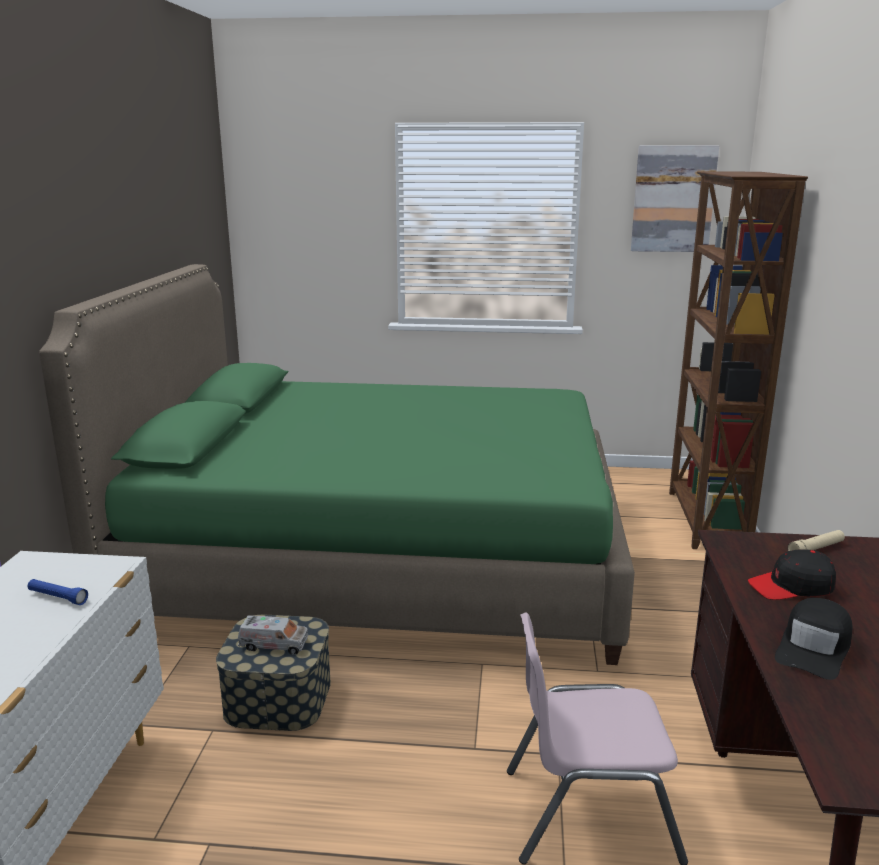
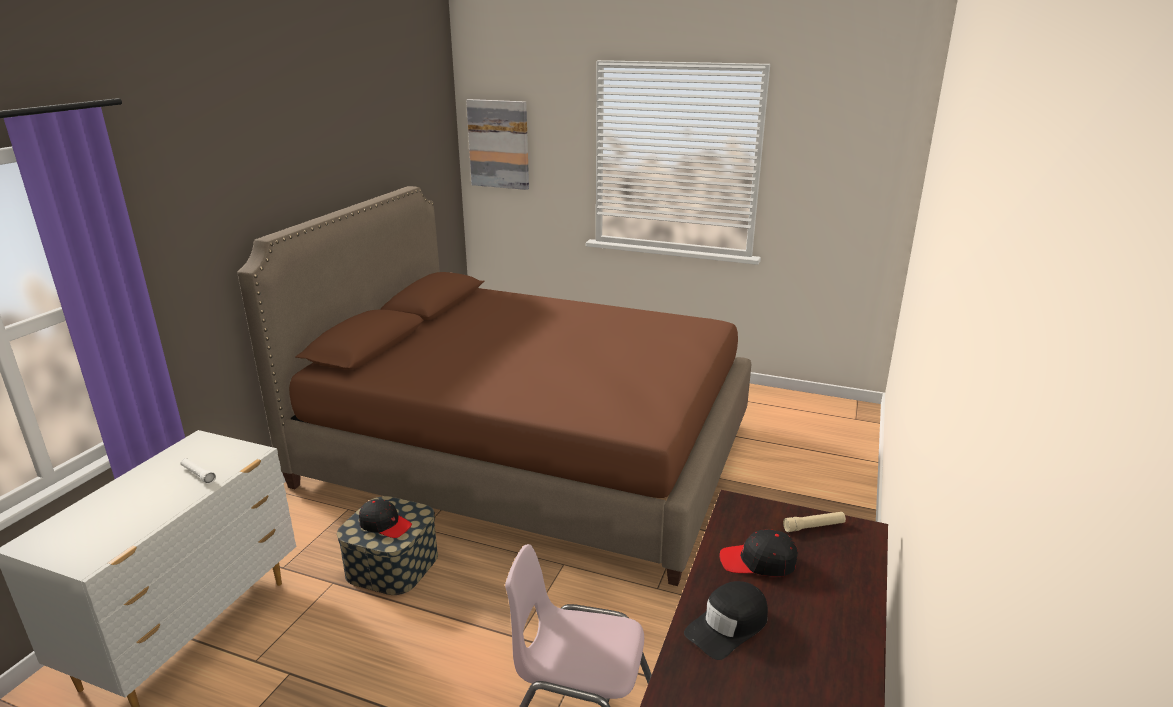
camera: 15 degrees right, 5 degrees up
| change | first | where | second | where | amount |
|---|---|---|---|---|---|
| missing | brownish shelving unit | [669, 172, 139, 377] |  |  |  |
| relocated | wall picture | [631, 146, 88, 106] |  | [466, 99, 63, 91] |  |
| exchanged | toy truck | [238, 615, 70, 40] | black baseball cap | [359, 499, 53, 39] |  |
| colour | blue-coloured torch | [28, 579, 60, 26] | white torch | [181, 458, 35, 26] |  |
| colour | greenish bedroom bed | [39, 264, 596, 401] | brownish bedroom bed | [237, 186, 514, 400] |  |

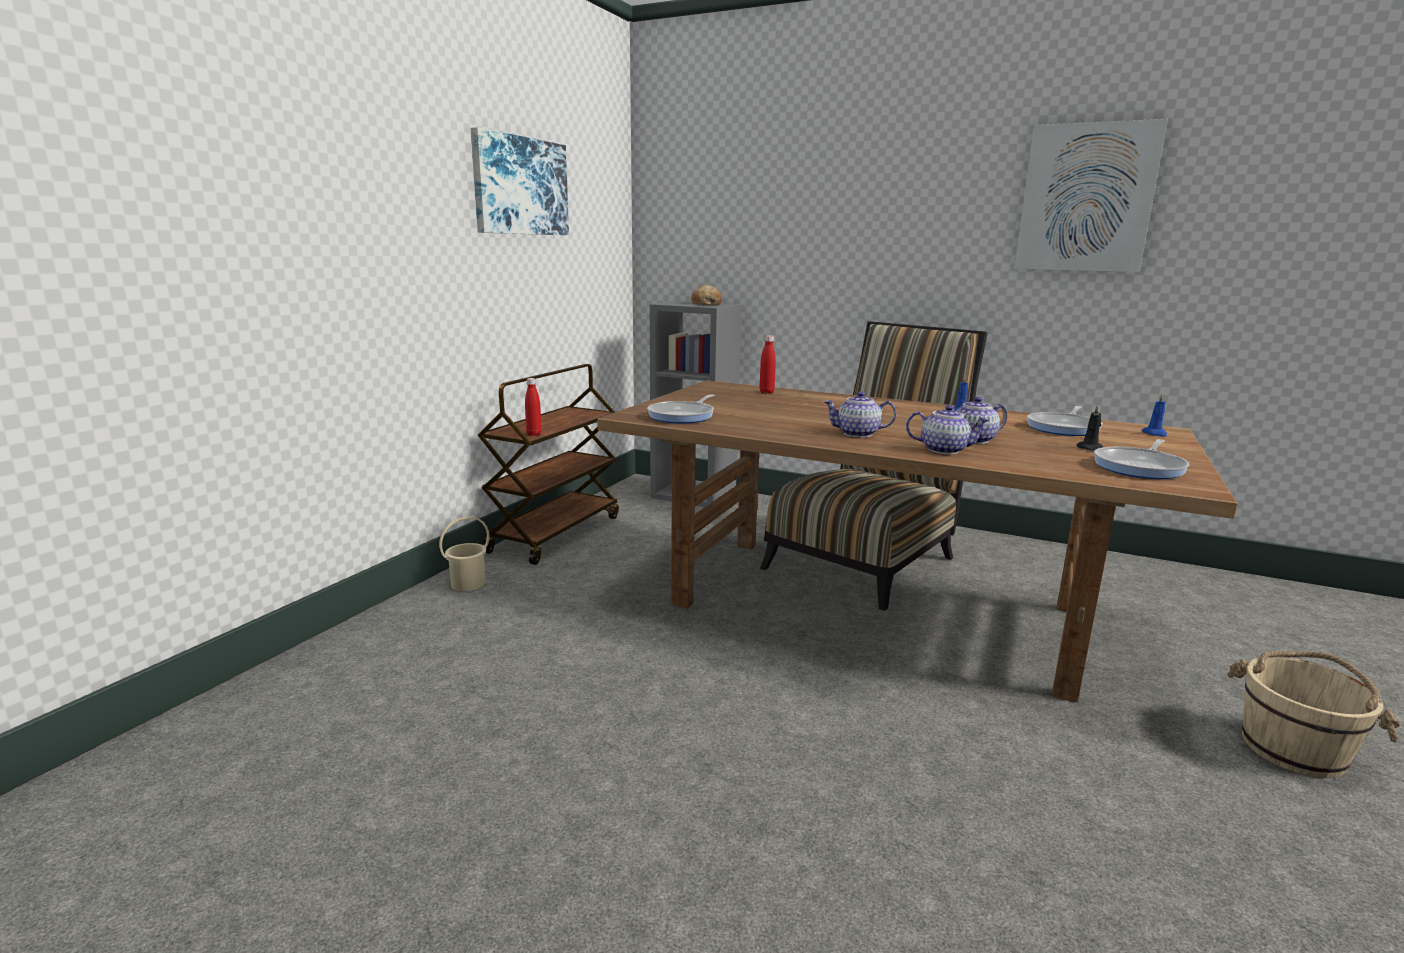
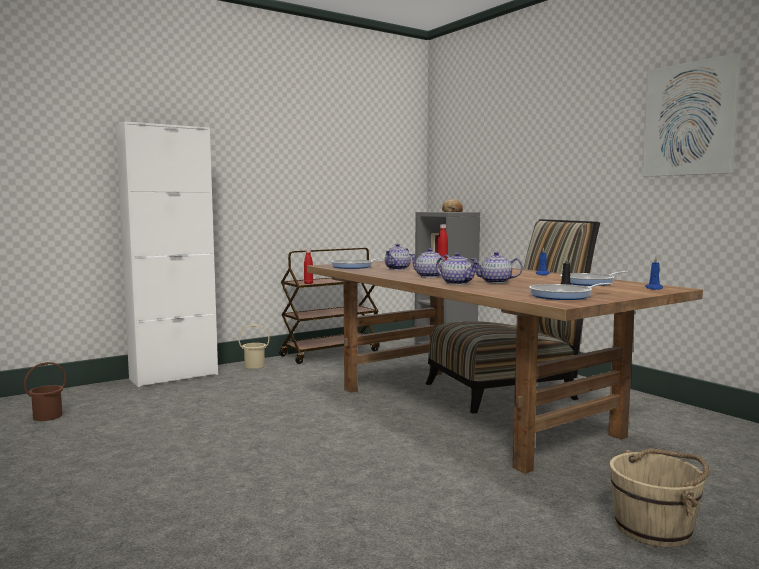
camera: 30 degrees right, 10 degrees down
| change | first | where | second | where | amount |
|---|---|---|---|---|---|
| missing | wall picture | [471, 127, 98, 108] |  |  |  |
| appeared |  |  | brownish water bucket | [24, 362, 42, 59] |  |
| appeared |  |  | white storage cabinet | [116, 121, 102, 266] |  |
| appeared |  |  | teapot | [385, 244, 26, 26] |  |

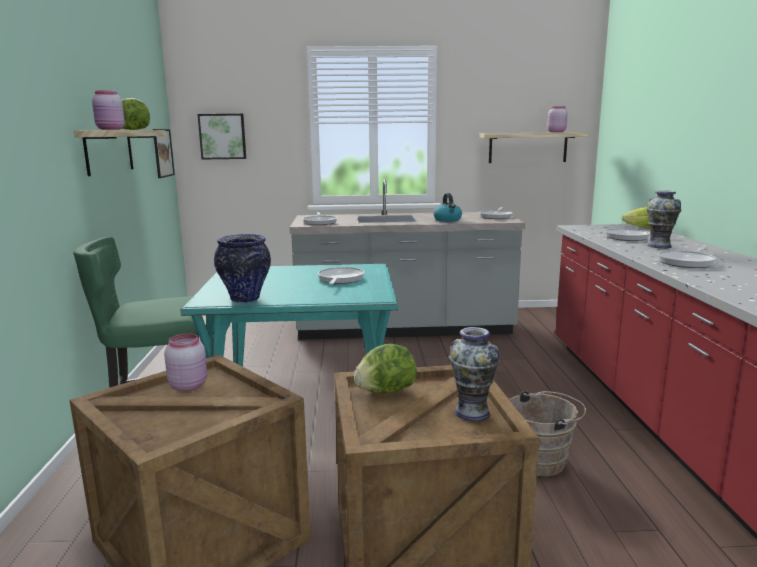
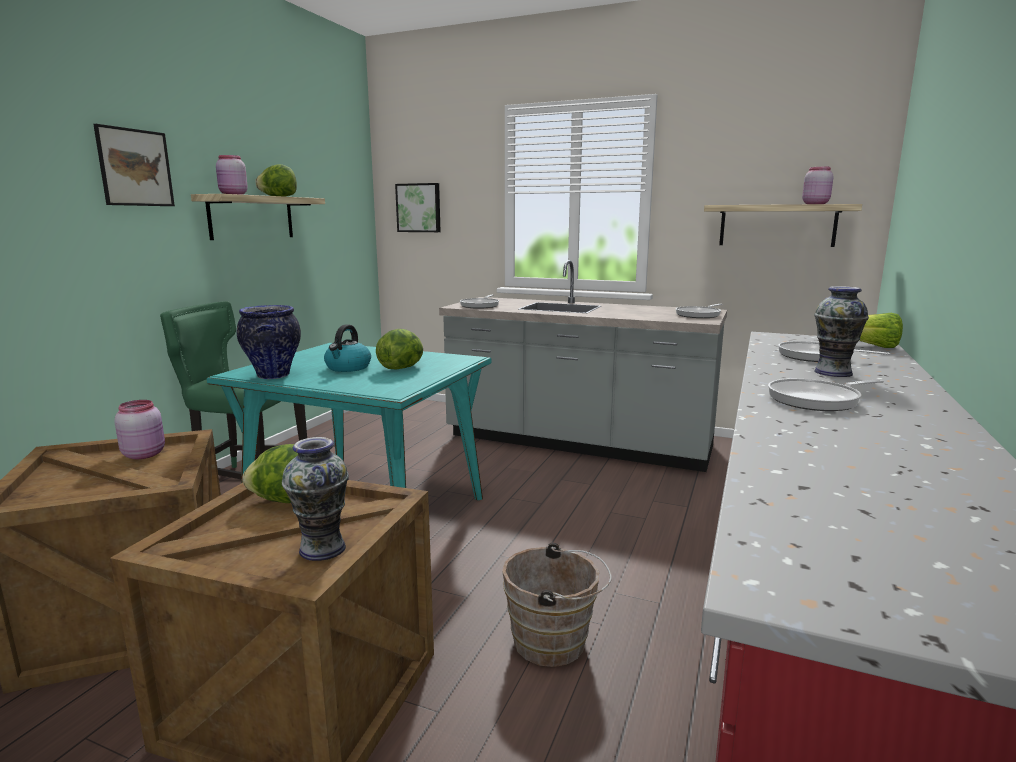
camera: 25 degrees right, 0 degrees up
| change | first | where | second | where | amount |
|---|---|---|---|---|---|
| relocated | wall picture | [153, 129, 22, 49] |  | [93, 124, 82, 82] |  |
| relocated | tea kettle | [433, 193, 29, 29] |  | [324, 324, 47, 48] |  |
| exchanged | pan | [318, 267, 46, 17] | head of lettuce | [376, 329, 47, 40] |  |

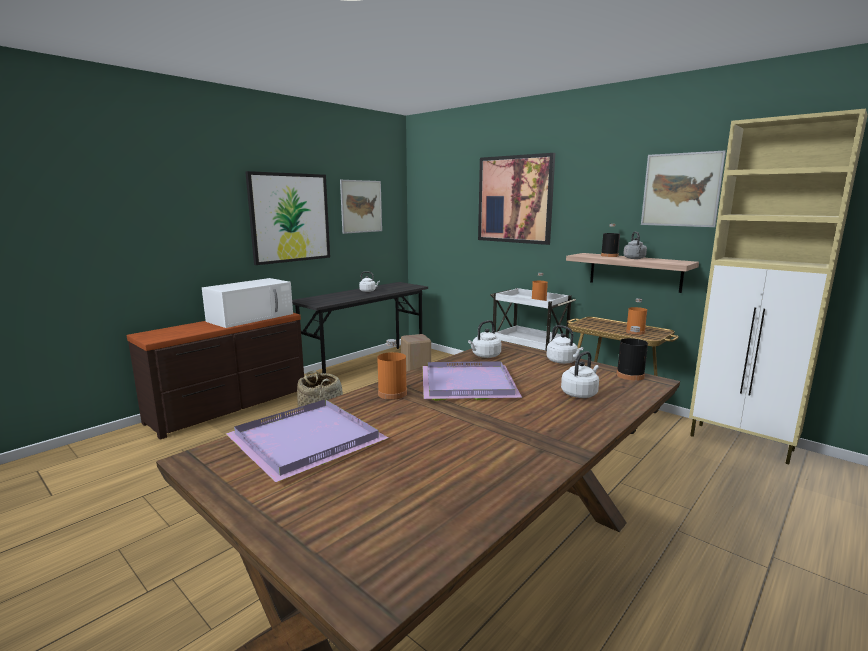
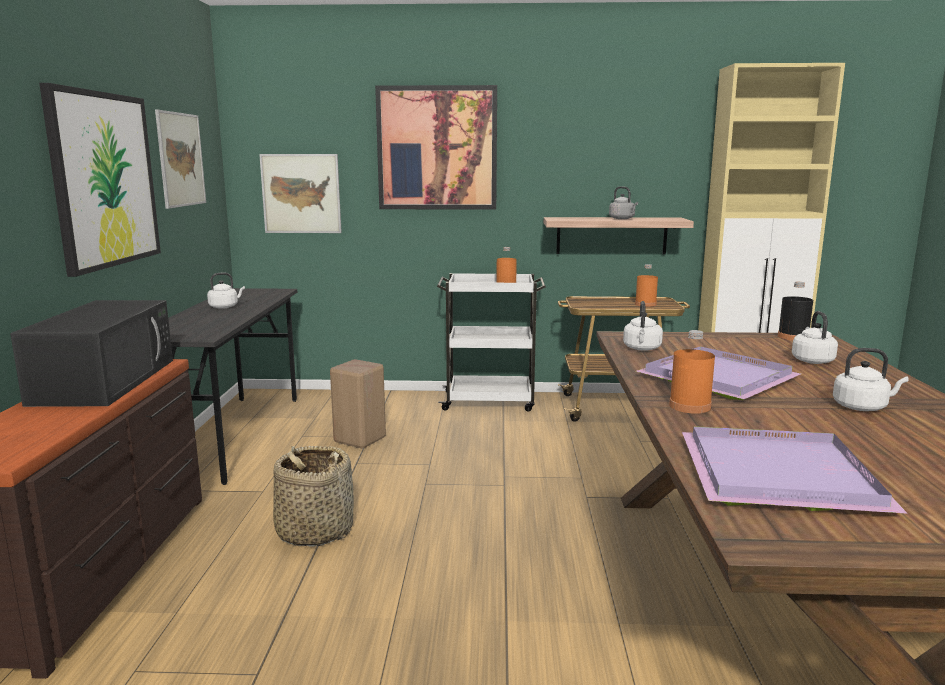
camera: 40 degrees left, 0 degrees up
| change | first | where | second | where | amount |
|---|---|---|---|---|---|
| missing | black drink bottle | [601, 224, 19, 33] |  |  |  |
| relocated | white tea kettle | [547, 325, 36, 39] |  | [833, 348, 76, 63] |  |
| relocated | wall picture | [641, 151, 85, 76] |  | [259, 154, 83, 79] |  |
| colour | white kitchen microwave | [202, 278, 91, 50] | black kitchen microwave | [10, 300, 163, 107] |  |

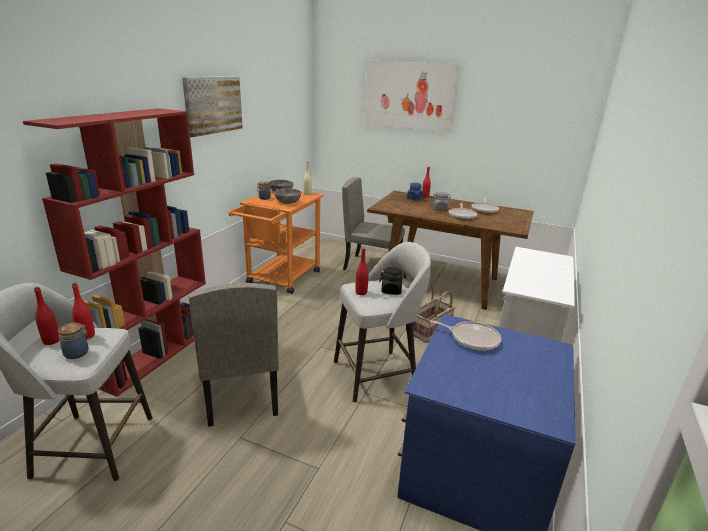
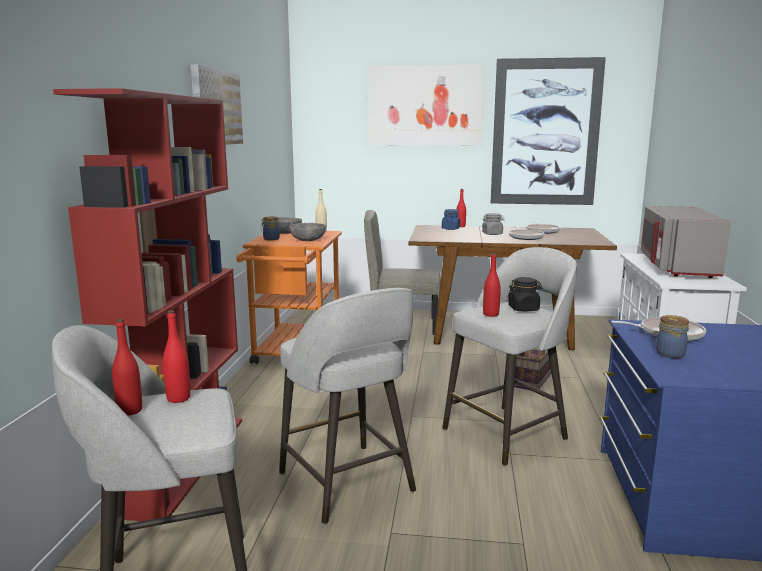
camera: 15 degrees left, 10 degrees down
| change | first | where | second | where | amount |
|---|---|---|---|---|---|
| appeared |  |  | wall picture | [491, 57, 115, 148] |  |
| appeared |  |  | greyish kitchen microwave | [641, 206, 90, 72] |  |
| relocated | storage jar | [58, 323, 32, 36] |  | [656, 315, 33, 43] |  |
| exchanged | sand-coloured chair | [189, 283, 90, 144] | greyish stool | [279, 288, 137, 236] |  |

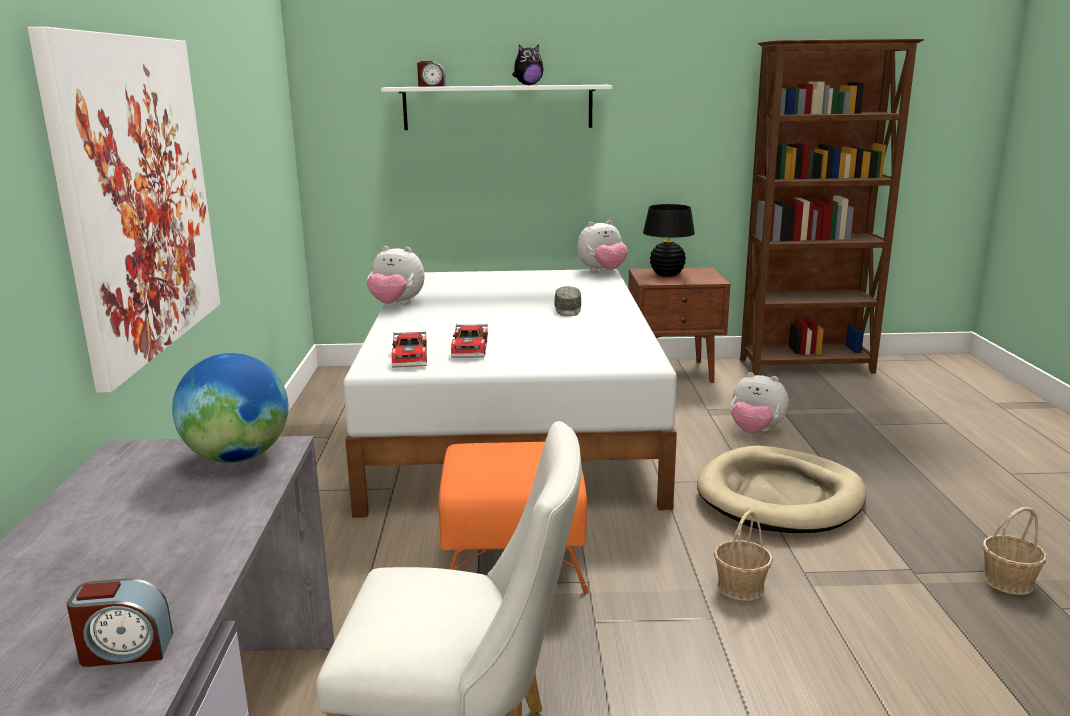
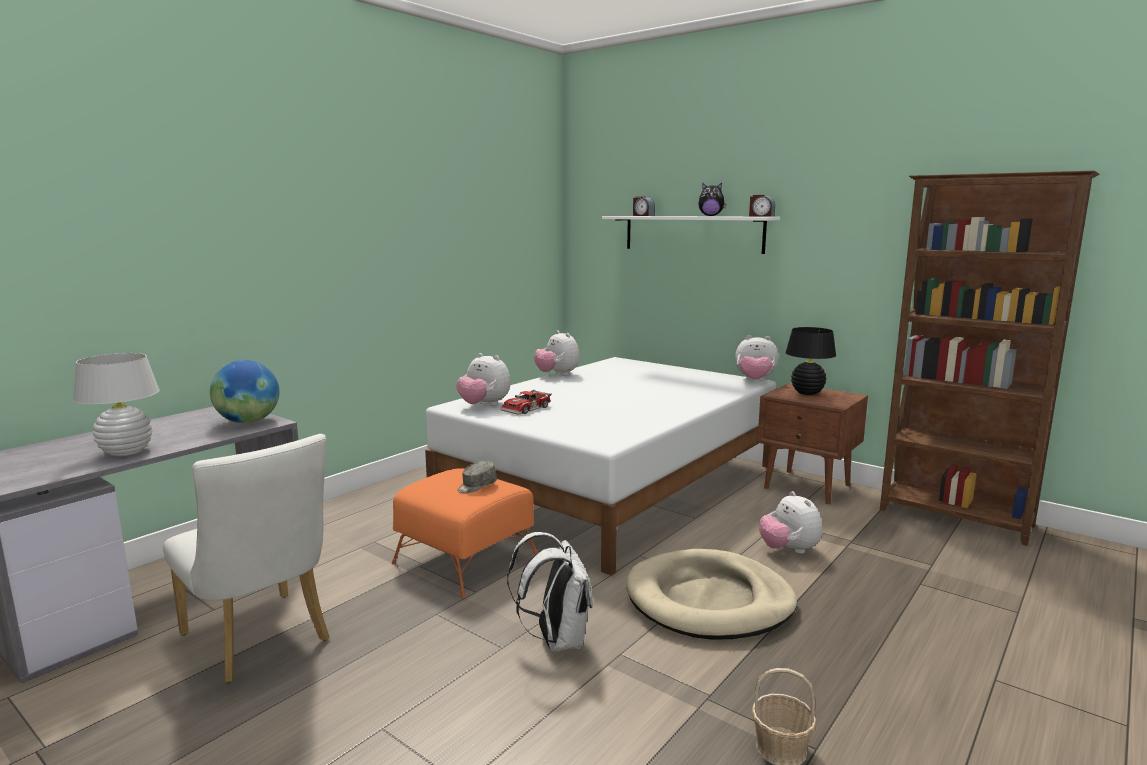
camera: 40 degrees right, 5 degrees down
| change | first | where | second | where | amount |
|---|---|---|---|---|---|
| missing | wall picture | [28, 27, 193, 366] |  |  |  |
| appeared |  |  | white table lamp | [73, 353, 87, 103] |  |
| relocated | bedside clock | [67, 578, 106, 89] |  | [749, 195, 26, 22] |  |
| relocated | greyish baseball cap | [554, 286, 27, 30] |  | [457, 461, 40, 32] |  |
| exchanged | miniature car | [392, 332, 35, 36] | cuddly toy | [456, 353, 55, 53] |  |
| exchanged | storage basket | [714, 510, 59, 91] | white knapsack | [507, 532, 86, 120] |  |

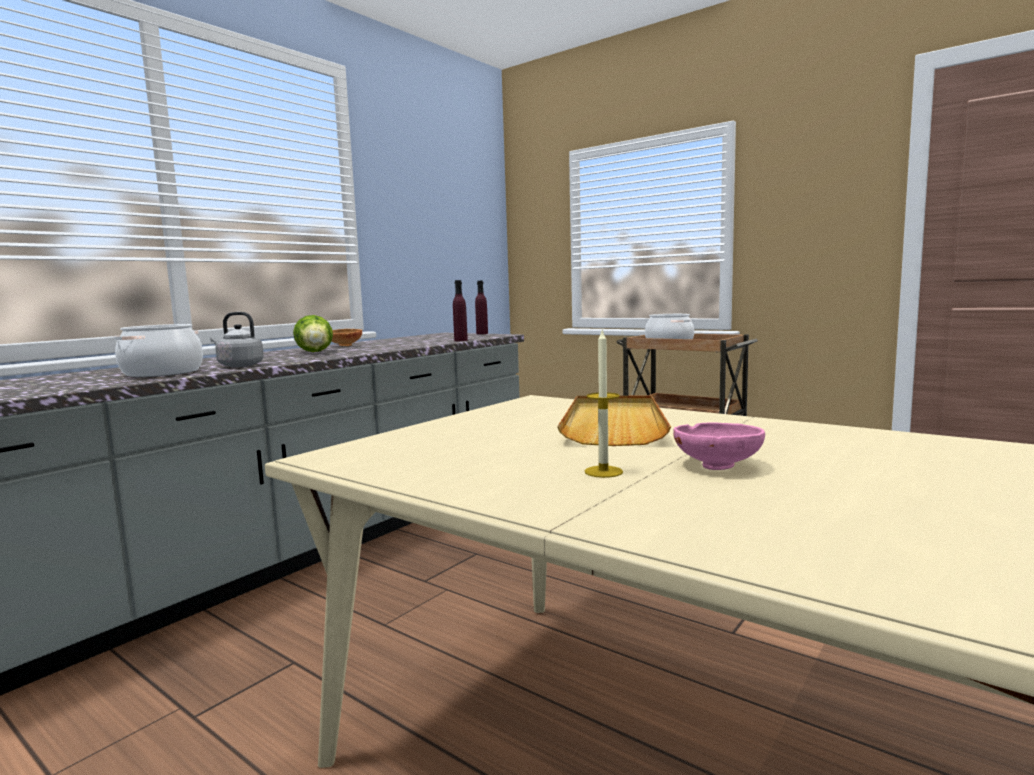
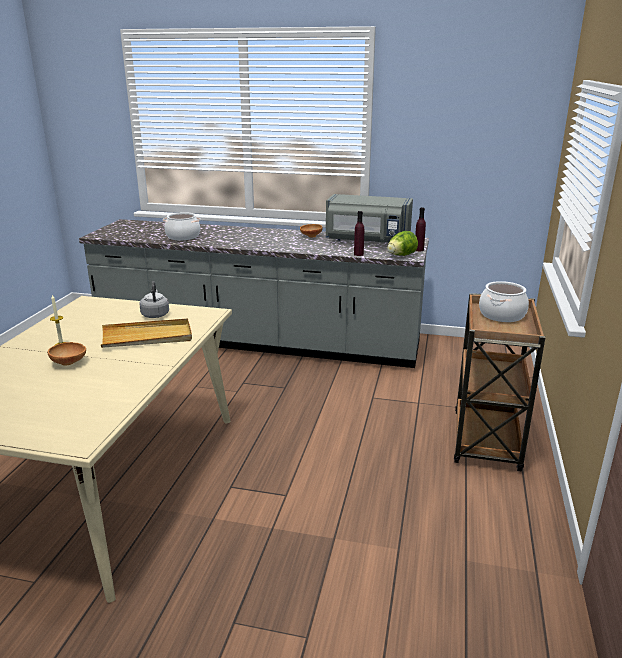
camera: 65 degrees right, 15 degrees up
| change | first | where | second | where | amount |
|---|---|---|---|---|---|
| appeared |  |  | greyish kitchen microwave | [326, 194, 87, 49] |  |
| relocated | greyish tea kettle | [210, 312, 54, 55] |  | [139, 281, 30, 37] |  |
| relocated | head of lettuce | [293, 315, 40, 37] |  | [387, 231, 31, 25] |  |
| colour | pink deep dish | [673, 423, 92, 47] | brownish deep dish | [48, 342, 38, 23] |  |

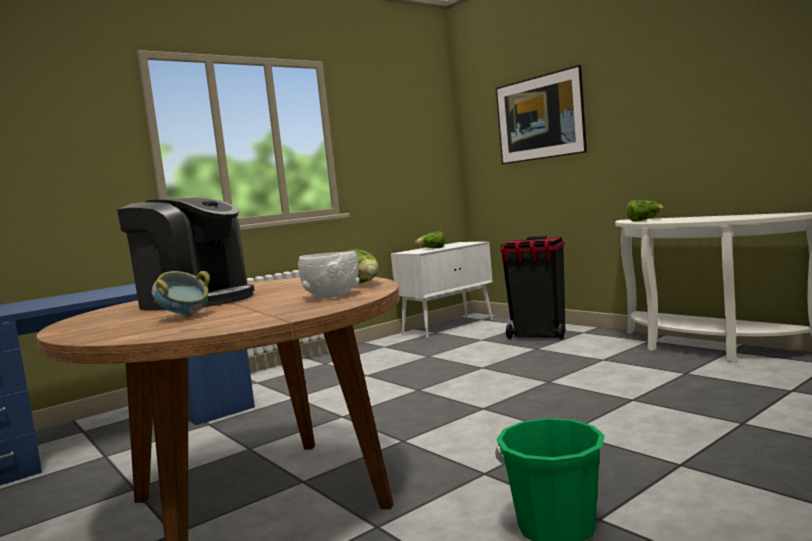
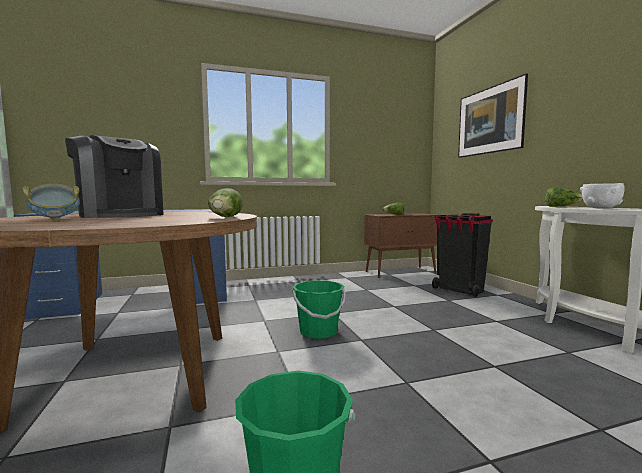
camera: 20 degrees right, 0 degrees up
| change | first | where | second | where | amount |
|---|---|---|---|---|---|
| appeared |  |  | greenish water bucket | [293, 280, 53, 59] |  |
| relocated | white deep dish | [298, 251, 62, 47] |  | [580, 183, 45, 26] |  |
| colour | white storage cabinet | [391, 242, 102, 97] | brownish storage cabinet | [364, 213, 73, 65] |  |

